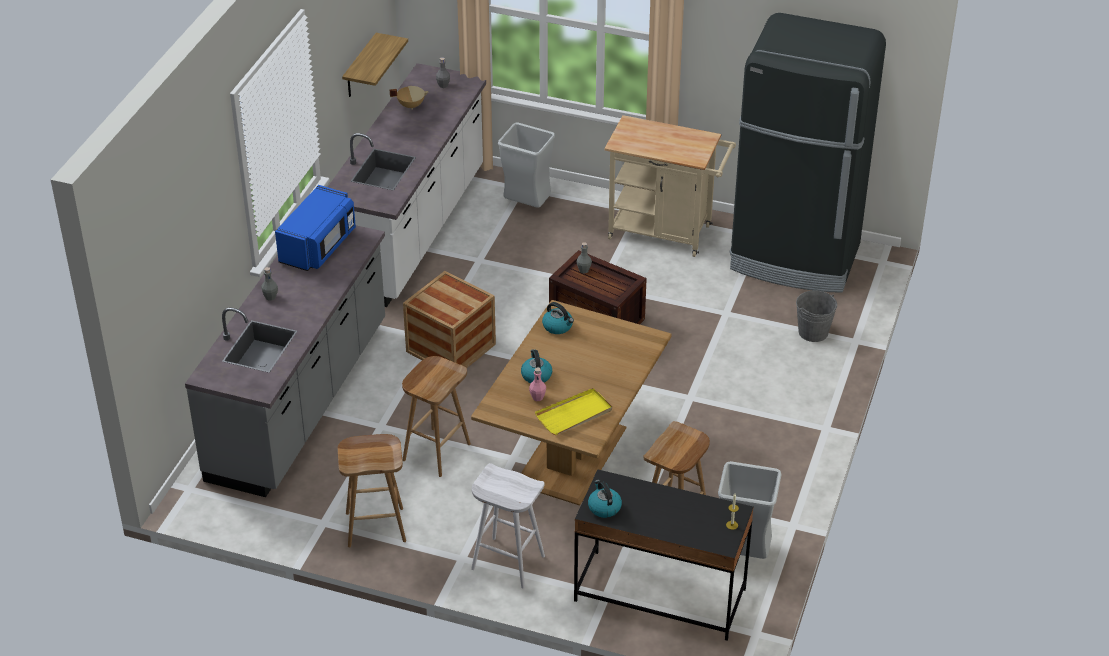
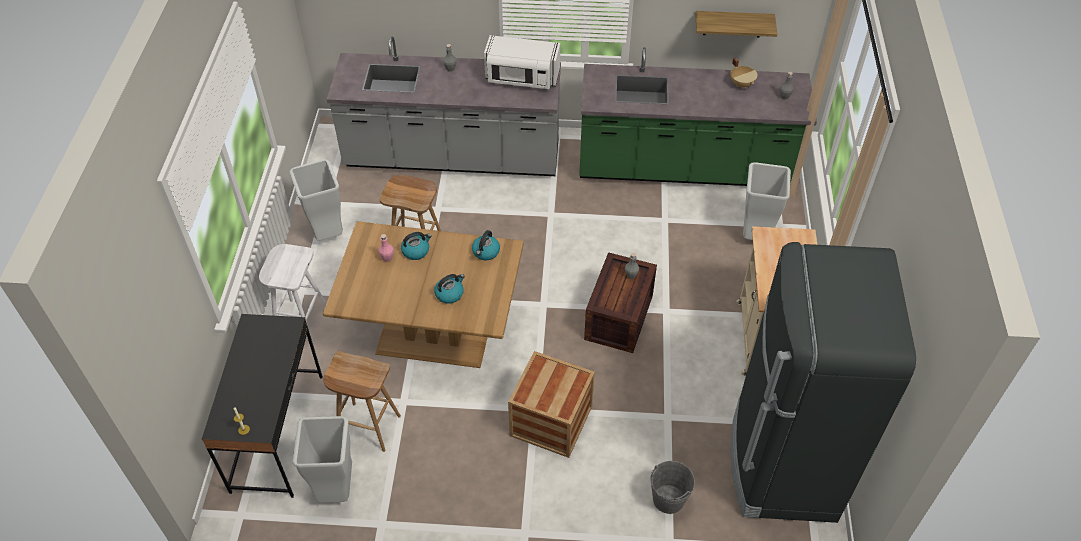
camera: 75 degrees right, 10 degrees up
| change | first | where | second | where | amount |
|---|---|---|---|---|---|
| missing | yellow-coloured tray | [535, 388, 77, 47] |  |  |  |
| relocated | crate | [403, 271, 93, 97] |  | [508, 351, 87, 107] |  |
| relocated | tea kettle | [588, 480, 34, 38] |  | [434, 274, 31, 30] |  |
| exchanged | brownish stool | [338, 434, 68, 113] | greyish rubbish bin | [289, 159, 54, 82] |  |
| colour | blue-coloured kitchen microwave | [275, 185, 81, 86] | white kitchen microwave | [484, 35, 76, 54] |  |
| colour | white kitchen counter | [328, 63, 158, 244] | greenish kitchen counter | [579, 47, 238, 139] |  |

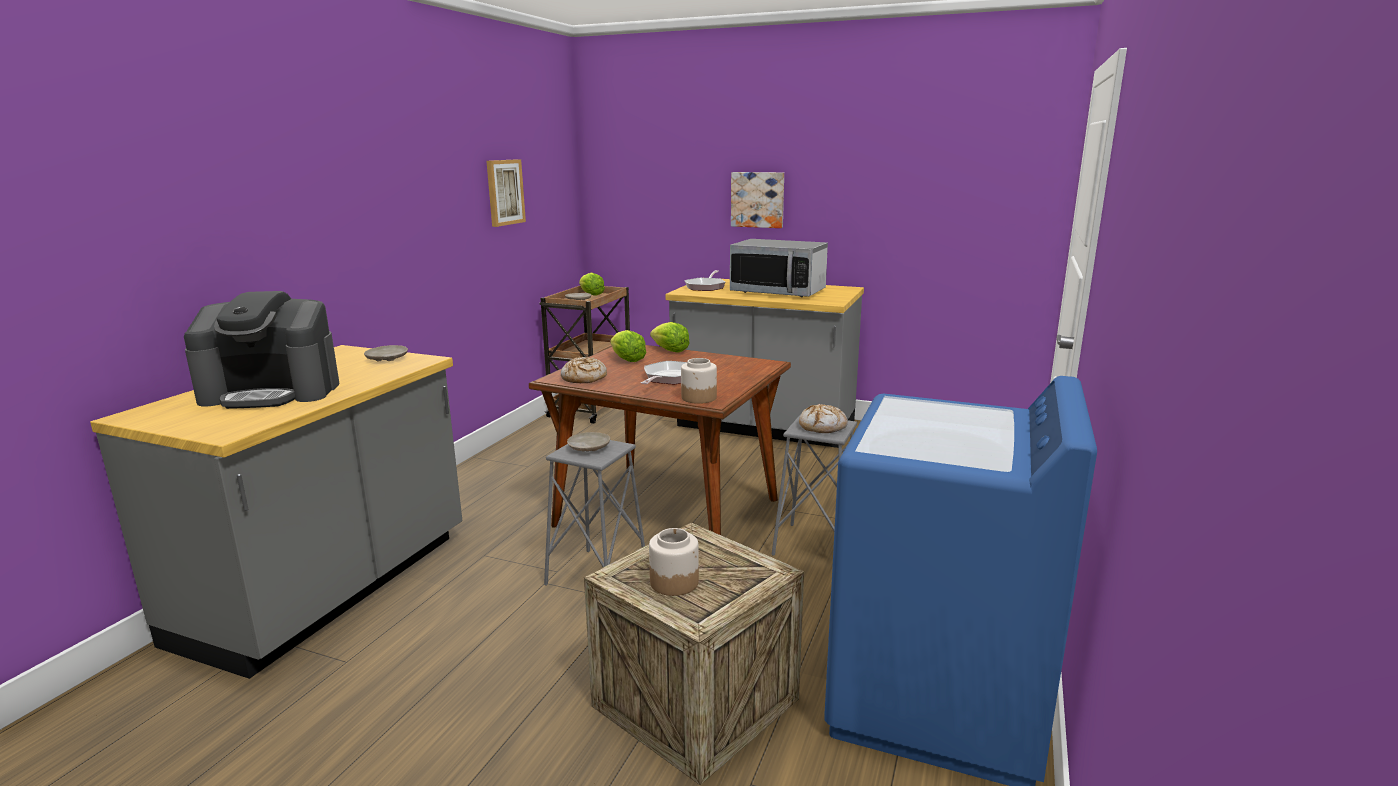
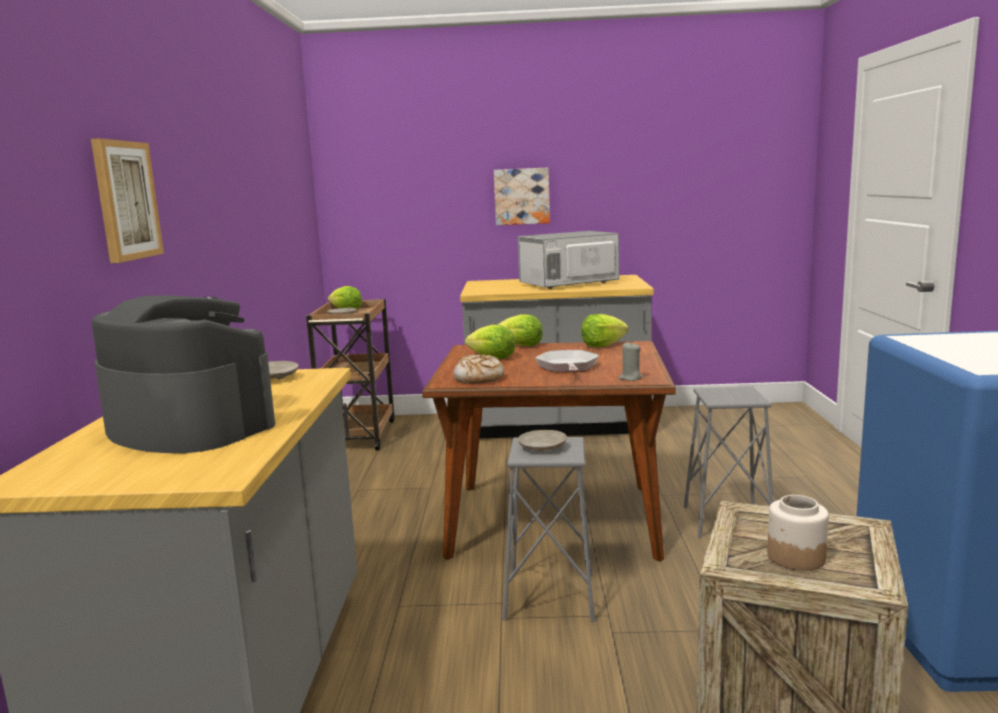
camera: 20 degrees left, 5 degrees down
| change | first | where | second | where | amount |
|---|---|---|---|---|---|
| missing | pan | [684, 270, 42, 21] |  |  |  |
| missing | bakery bread | [799, 404, 49, 29] |  |  |  |
| appeared |  |  | head of lettuce | [581, 314, 47, 33] |  |
| relocated | wall picture | [486, 159, 40, 68] |  | [91, 138, 73, 125] |  |
| exchanged | storage jar | [681, 358, 36, 46] | greyish wax light | [619, 343, 23, 38] |  |
| spun | coffee maker | [184, 291, 156, 118] |  | [92, 295, 183, 158] | 120 degrees counterclockwise |
| spun | kitchen microwave | [730, 239, 98, 58] |  | [518, 231, 101, 58] | 150 degrees clockwise |

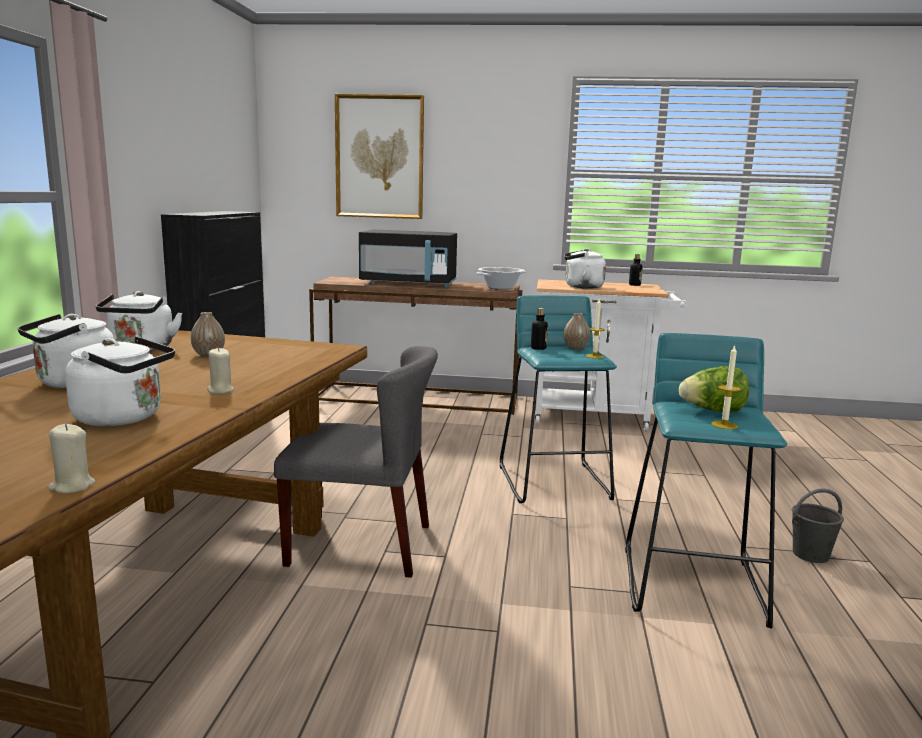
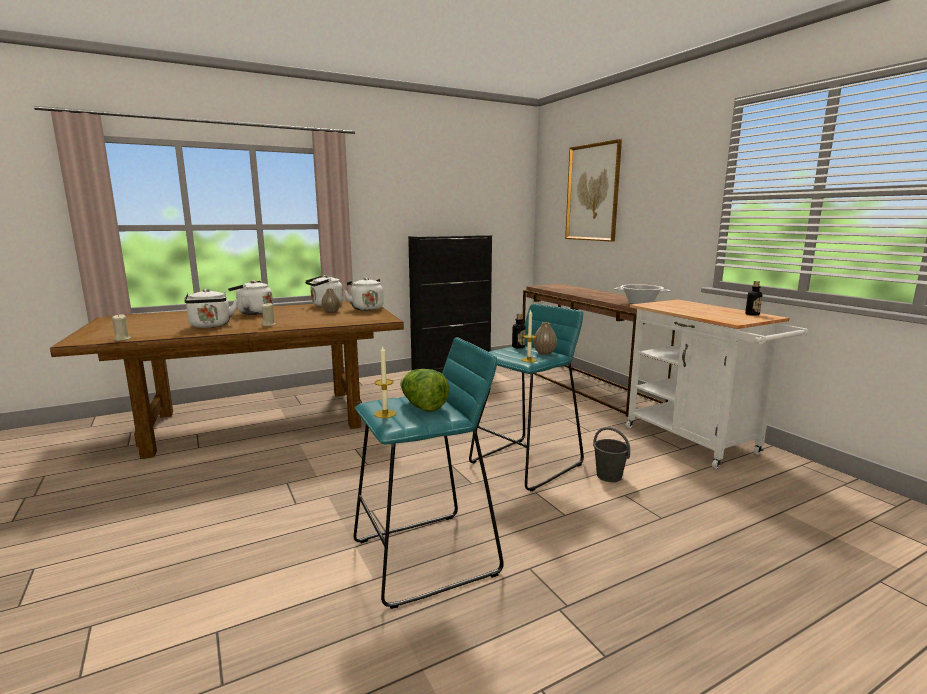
camera: 55 degrees right, 0 degrees up
| change | first | where | second | where | amount |
|---|---|---|---|---|---|
| missing | greyish chair | [274, 346, 164, 232] |  |  |  |
| missing | black kitchen microwave | [359, 229, 98, 58] |  |  |  |
| relocated | white tea kettle | [564, 248, 42, 41] |  | [344, 278, 40, 33] |  |
| relocated | greyish water bucket | [792, 489, 52, 74] |  | [593, 427, 37, 55] |  |

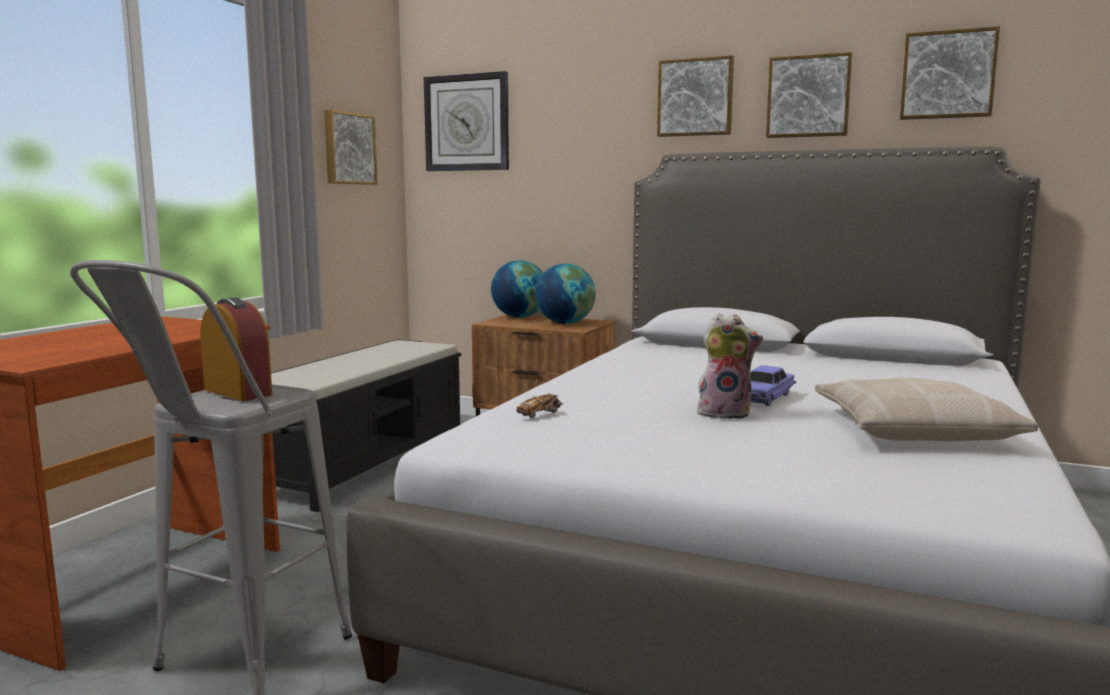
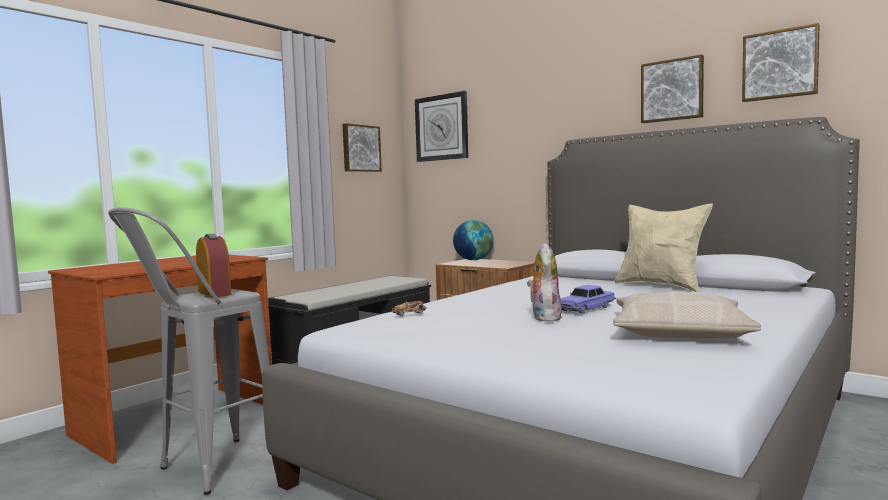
camera: 15 degrees right, 5 degrees down
| change | first | where | second | where | amount |
|---|---|---|---|---|---|
| missing | world globe | [535, 264, 61, 60] |  |  |  |
| missing | wall picture | [657, 55, 77, 82] |  |  |  |
| appeared |  |  | sand-coloured pillow | [614, 203, 99, 89] |  |
| spun | cuddly toy | [697, 313, 66, 106] |  | [527, 243, 35, 79] | 105 degrees counterclockwise |

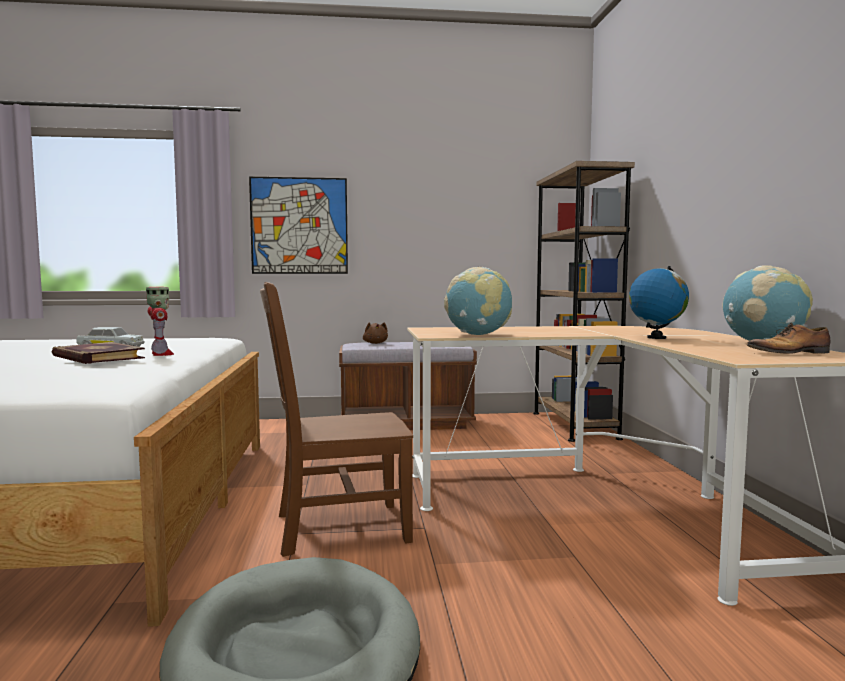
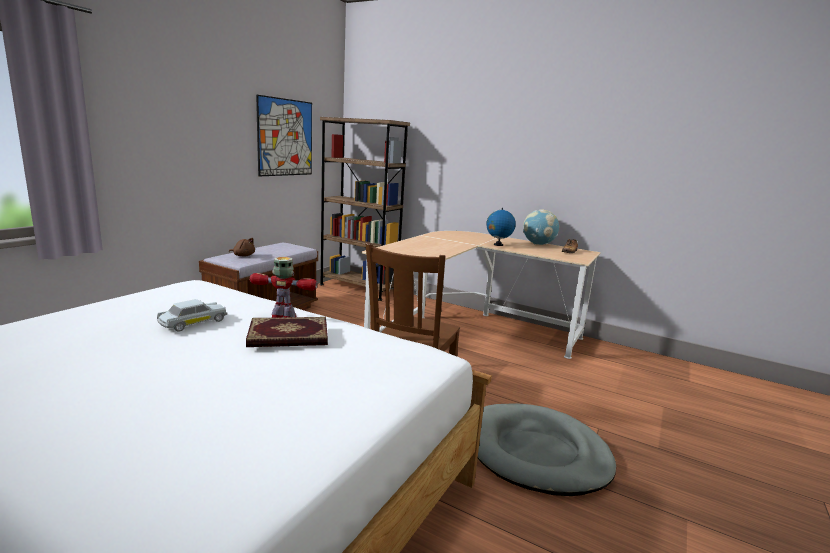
camera: 55 degrees left, 10 degrees up
| change | first | where | second | where | amount |
|---|---|---|---|---|---|
| missing | world globe | [444, 267, 68, 68] |  |  |  |
| relocated | wall picture | [249, 177, 99, 97] |  | [256, 95, 56, 81] |  |

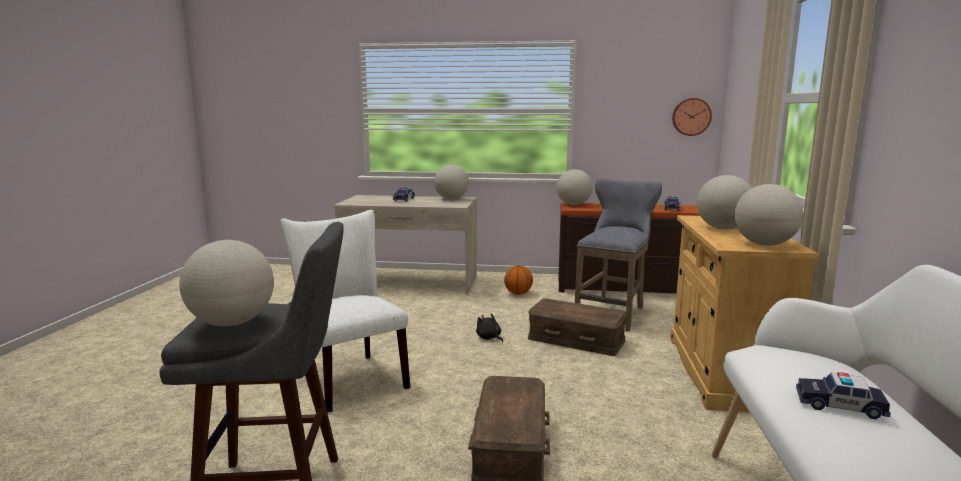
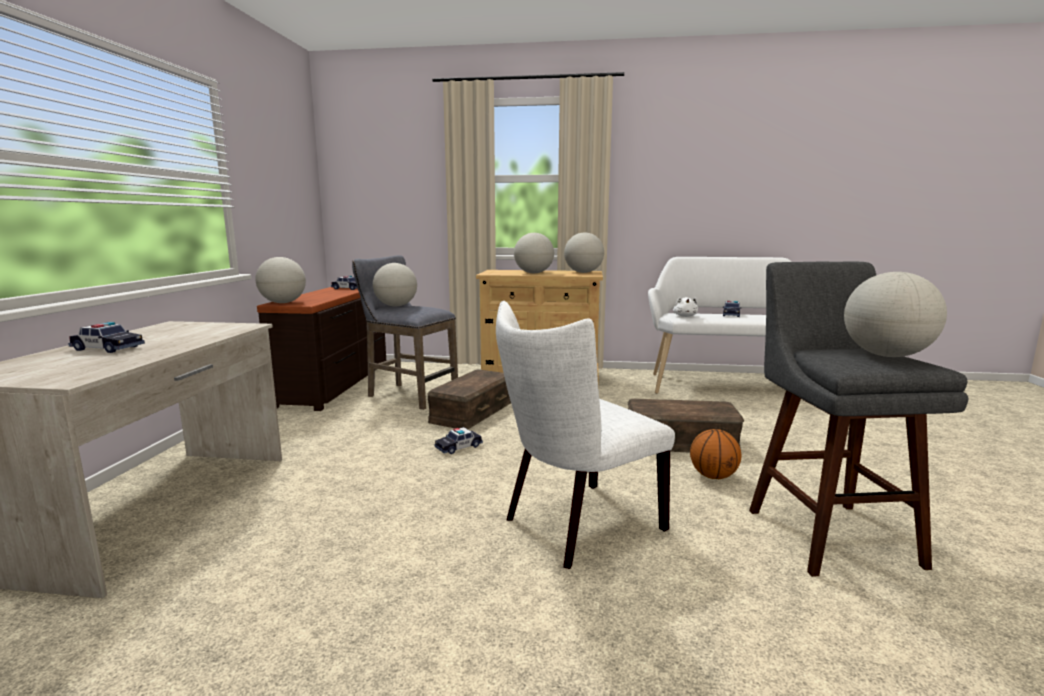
camera: 90 degrees left, 0 degrees up
| change | first | where | second | where | amount |
|---|---|---|---|---|---|
| missing | clock on the wall | [672, 98, 40, 38] |  |  |  |
| appeared |  |  | white cuddly toy | [673, 297, 25, 20] |  |
| relocated | world globe | [434, 164, 35, 36] |  | [373, 263, 44, 43] |  |
| relocated | ball for basketball | [504, 265, 29, 30] |  | [690, 429, 51, 50] |  |
| exchanged | black cuddly toy | [476, 314, 27, 29] | miniature car | [434, 427, 49, 27] |  |

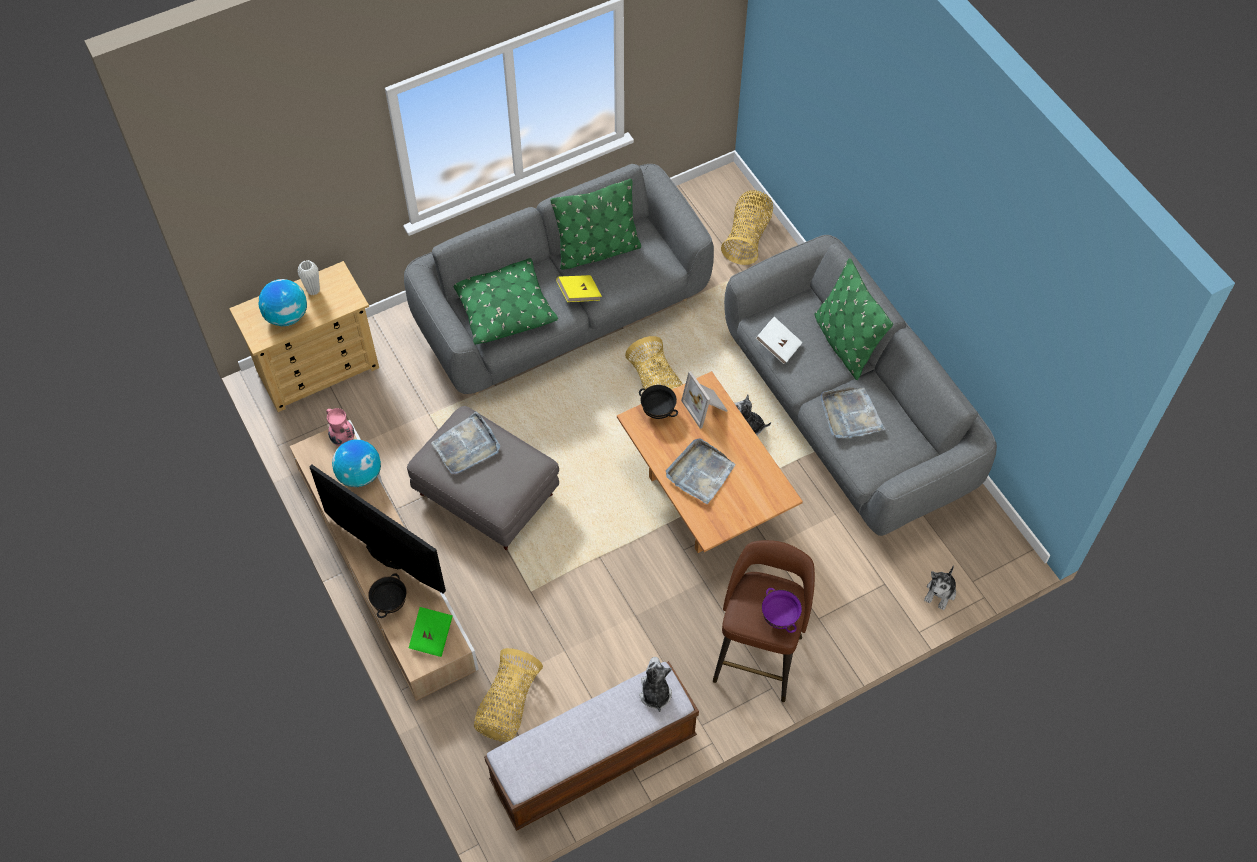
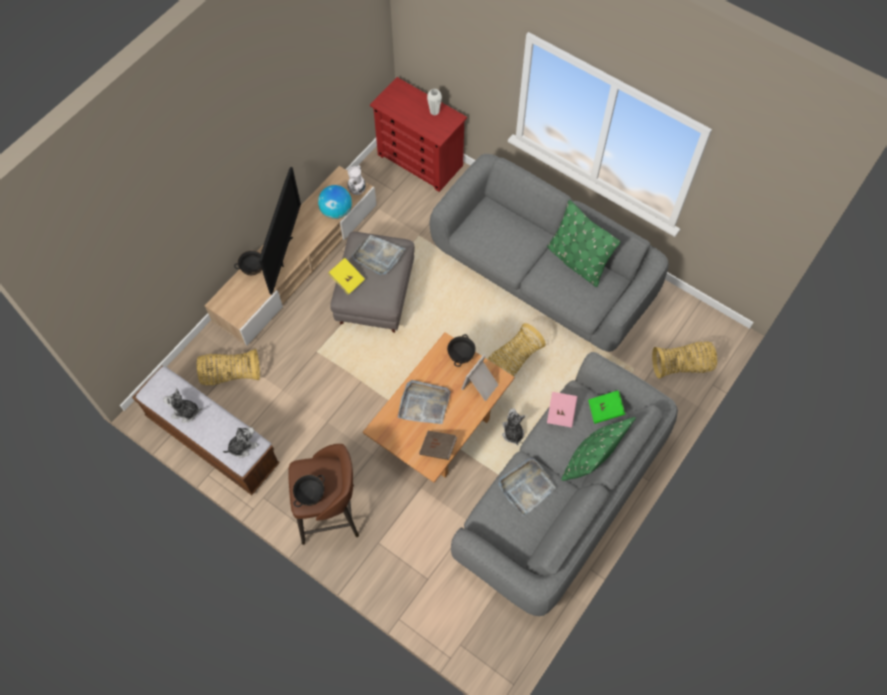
camera: 65 degrees right, 5 degrees up
| change | first | where | second | where | amount |
|---|---|---|---|---|---|
| missing | world globe | [259, 279, 48, 47] |  |  |  |
| missing | greenish pillow | [453, 258, 105, 87] |  |  |  |
| appeared |  |  | brownish volume | [419, 431, 38, 29] |  |
| relocated | greenish volume | [409, 607, 44, 50] |  | [588, 391, 37, 33] |  |
| relocated | yellow-coloured volume | [556, 275, 46, 27] |  | [328, 258, 37, 37] |  |
| relocated | cuddly toy | [924, 565, 32, 45] |  | [163, 388, 39, 35] |  |
| colour | sand-coloured chest of drawers | [229, 261, 150, 151] | red chest of drawers | [370, 77, 97, 115] |  |
| colour | pink decorative vase | [326, 408, 29, 38] | white decorative vase | [348, 165, 18, 30] |  |
| colour | white volume | [756, 317, 47, 47] | pink volume | [547, 392, 31, 36] |  |
| colour | purplish deep dish | [762, 588, 40, 45] | black deep dish | [293, 475, 32, 32] |  |

